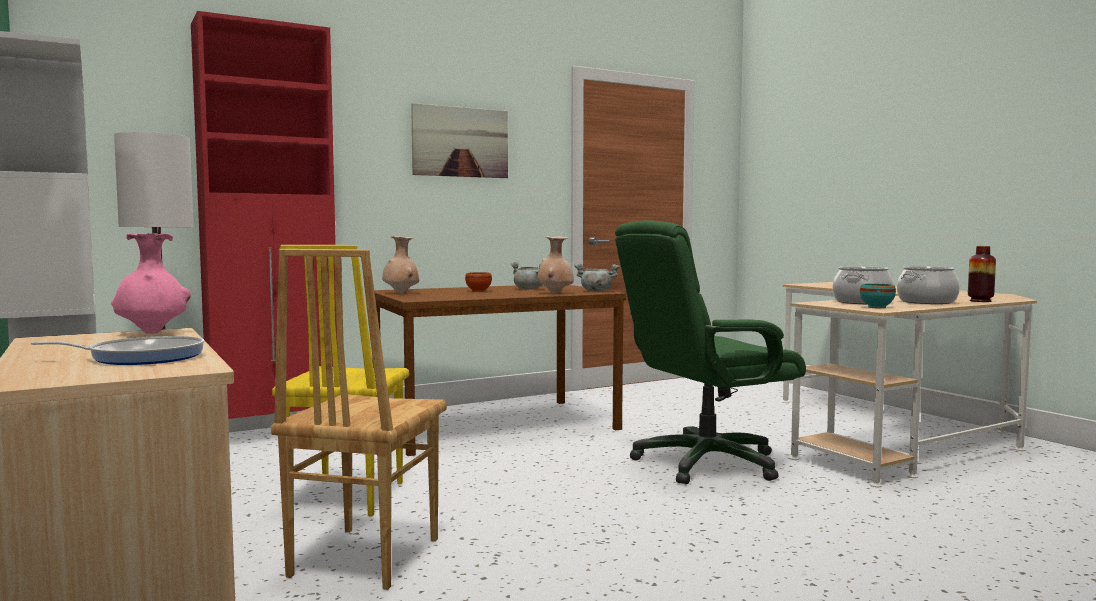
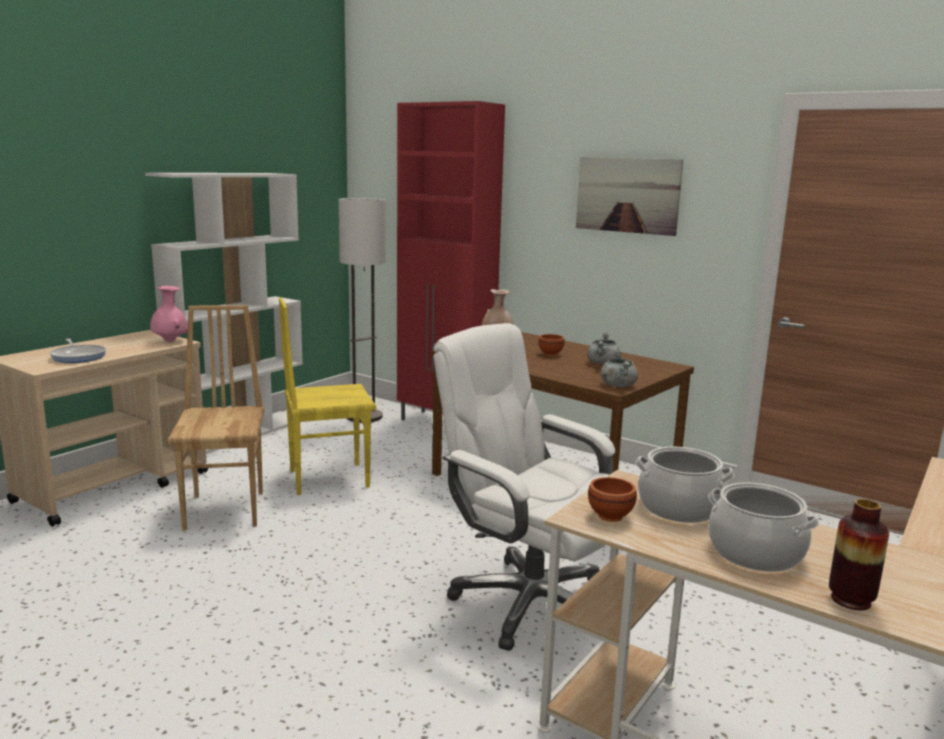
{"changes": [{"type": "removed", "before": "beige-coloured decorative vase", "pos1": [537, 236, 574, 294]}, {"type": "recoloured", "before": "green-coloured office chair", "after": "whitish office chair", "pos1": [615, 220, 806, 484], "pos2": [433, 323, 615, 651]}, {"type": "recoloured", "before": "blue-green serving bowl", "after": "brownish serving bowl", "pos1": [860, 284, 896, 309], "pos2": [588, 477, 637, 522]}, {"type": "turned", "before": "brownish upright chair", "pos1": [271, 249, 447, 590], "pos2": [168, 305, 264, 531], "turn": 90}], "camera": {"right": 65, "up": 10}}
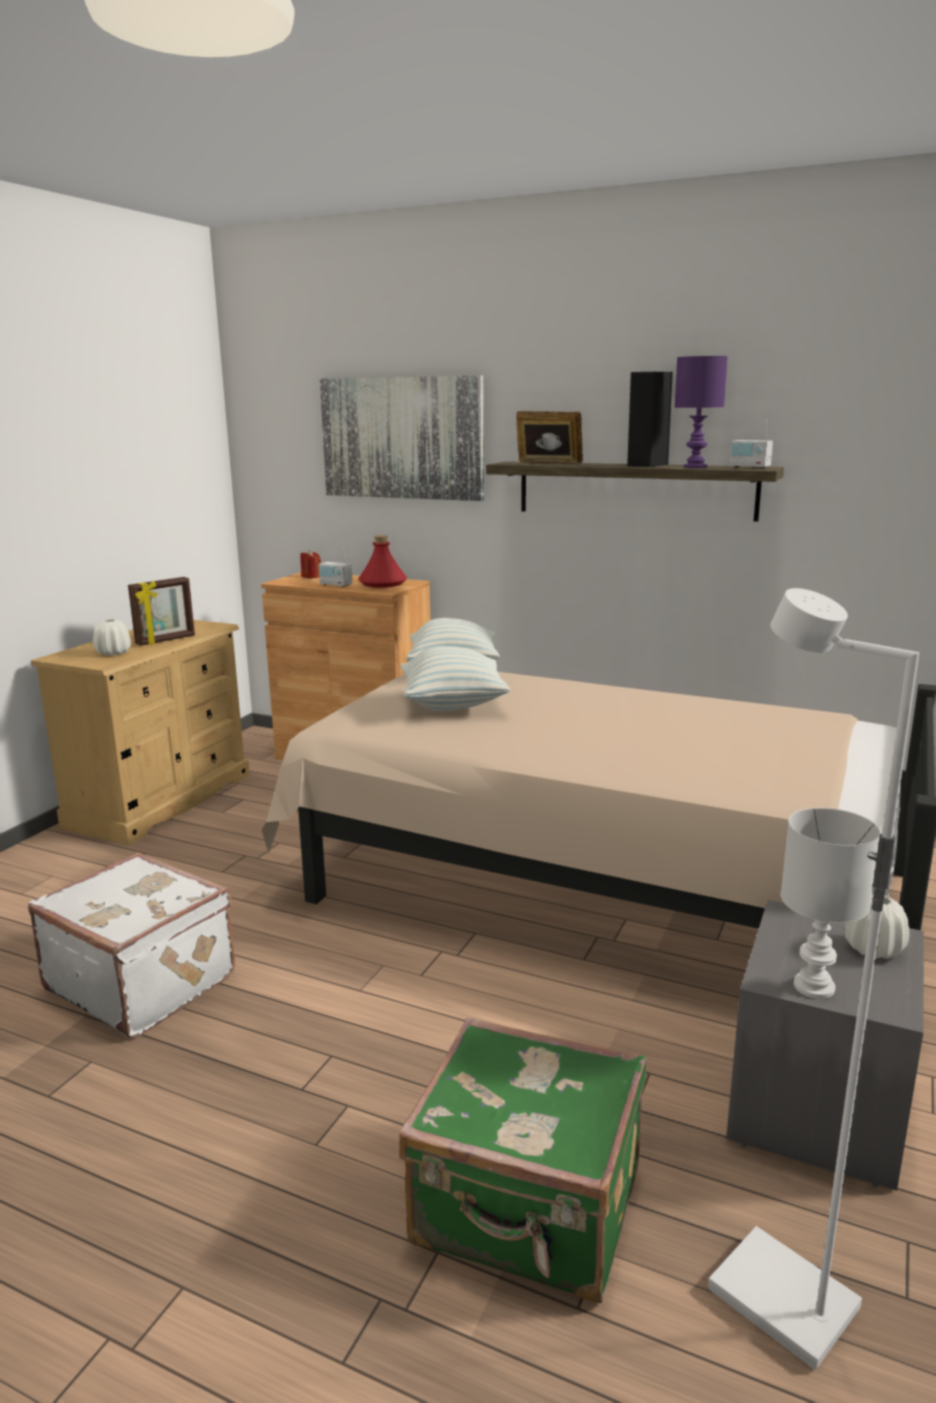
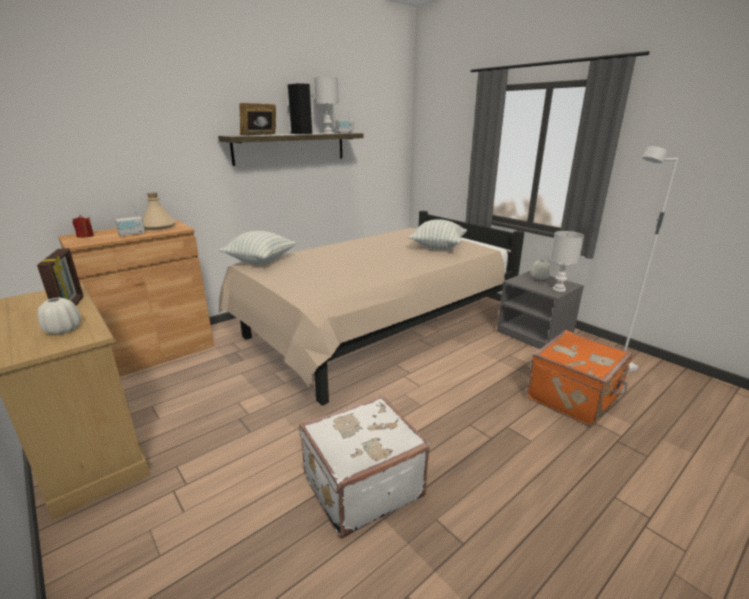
{"changes": [{"type": "removed", "before": "picture", "pos1": [320, 375, 484, 501]}, {"type": "moved", "before": "cushion", "pos1": [401, 646, 510, 711], "pos2": [409, 219, 467, 250]}, {"type": "recoloured", "before": "reddish drink bottle", "after": "beige-coloured drink bottle", "pos1": [358, 535, 407, 588], "pos2": [142, 192, 177, 230]}, {"type": "recoloured", "before": "green-coloured suitcase", "after": "orangey suitcase", "pos1": [399, 1017, 646, 1303], "pos2": [527, 330, 632, 426]}, {"type": "recoloured", "before": "purple tabletop lamp", "after": "whitish tabletop lamp", "pos1": [674, 356, 728, 468], "pos2": [314, 77, 339, 134]}], "camera": {"right": -65, "up": 5}}
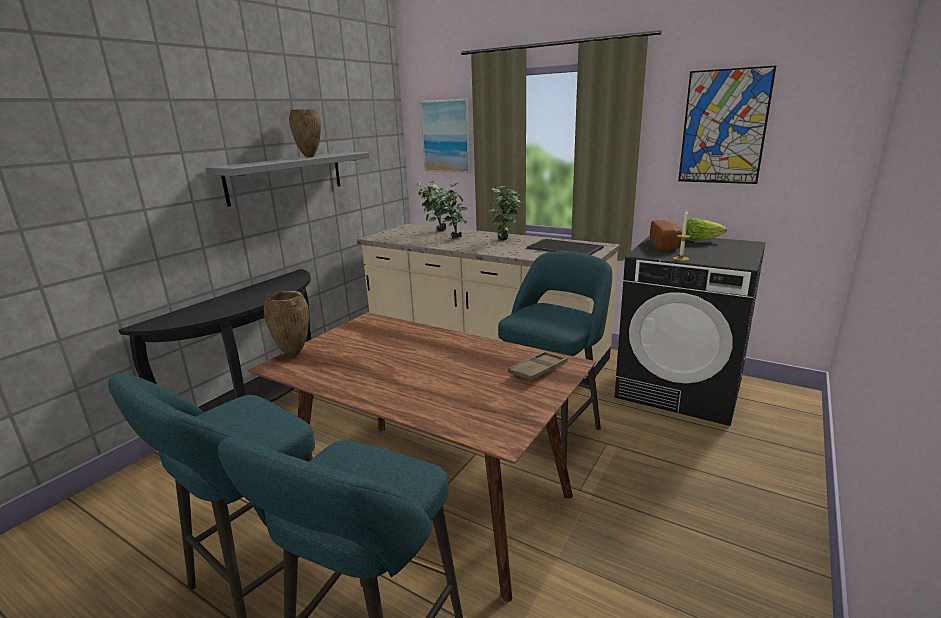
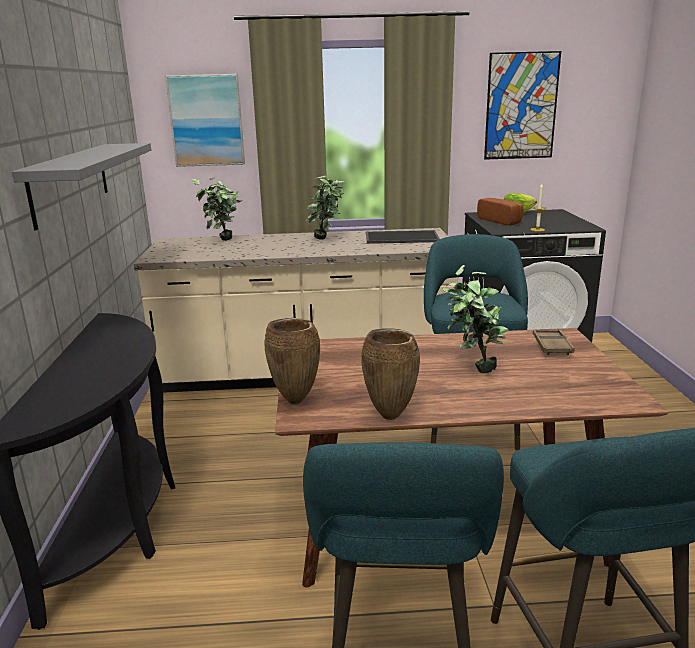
{"changes": [{"type": "moved", "before": "brownish decorative vase", "pos1": [289, 109, 321, 157], "pos2": [361, 329, 420, 420]}, {"type": "moved", "before": "plant in a pot", "pos1": [436, 183, 468, 239], "pos2": [442, 265, 508, 373]}], "camera": {"right": -35, "up": 0}}
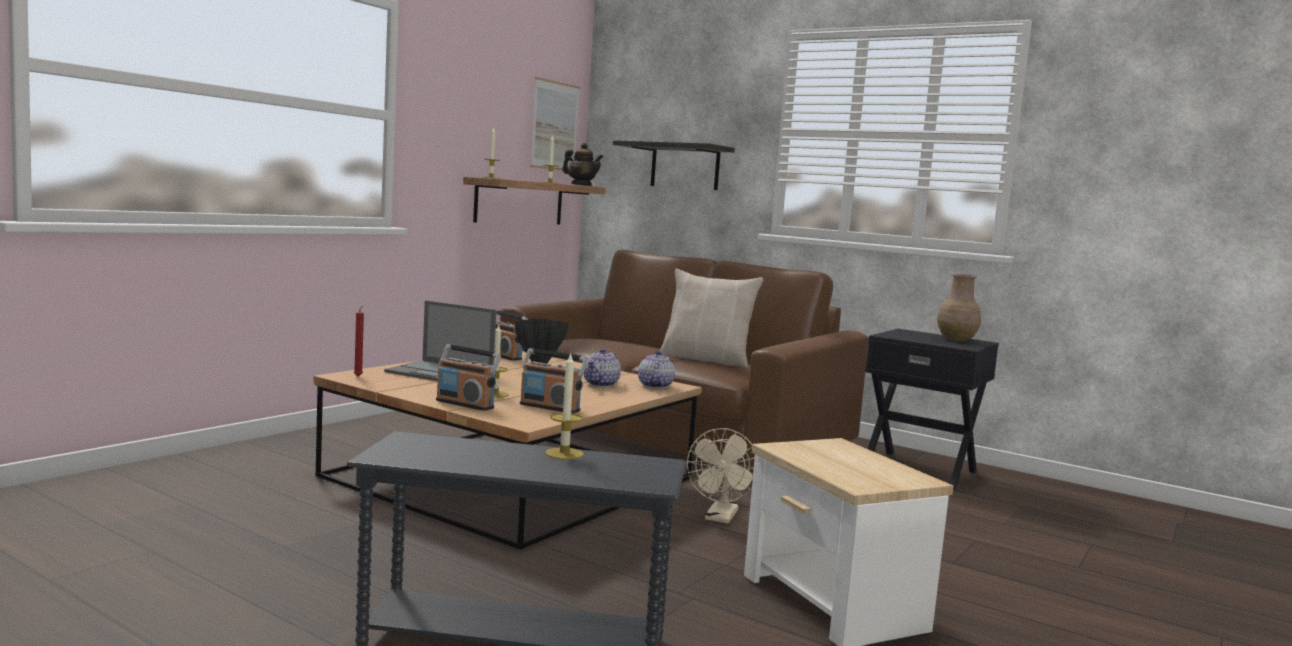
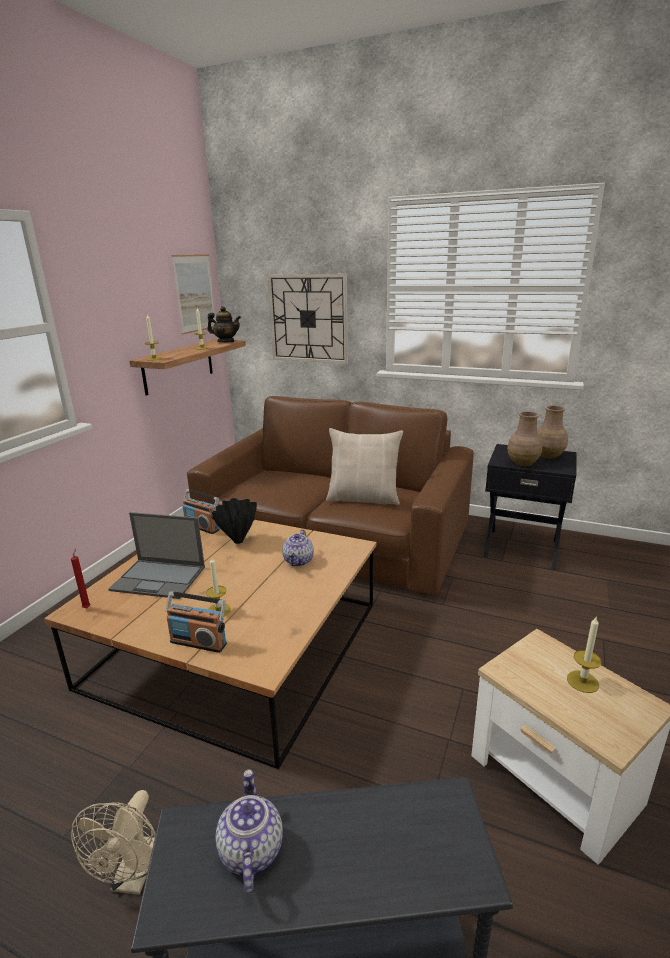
{"changes": [{"type": "removed", "before": "radio set", "pos1": [520, 348, 587, 414]}, {"type": "added", "after": "brownish decorative vase", "pos2": [507, 411, 542, 466]}, {"type": "moved", "before": "wax light", "pos1": [546, 352, 584, 460], "pos2": [567, 617, 602, 693]}, {"type": "moved", "before": "pot for tea", "pos1": [638, 350, 675, 389], "pos2": [215, 769, 283, 894]}, {"type": "moved", "before": "beige-coloured cooling fan", "pos1": [687, 428, 755, 523], "pos2": [71, 790, 156, 895]}, {"type": "replaced", "before": "shelf", "after": "hanging clock", "pos1": [613, 140, 735, 190], "pos2": [267, 274, 348, 364]}], "camera": {"right": -10, "up": 15}}
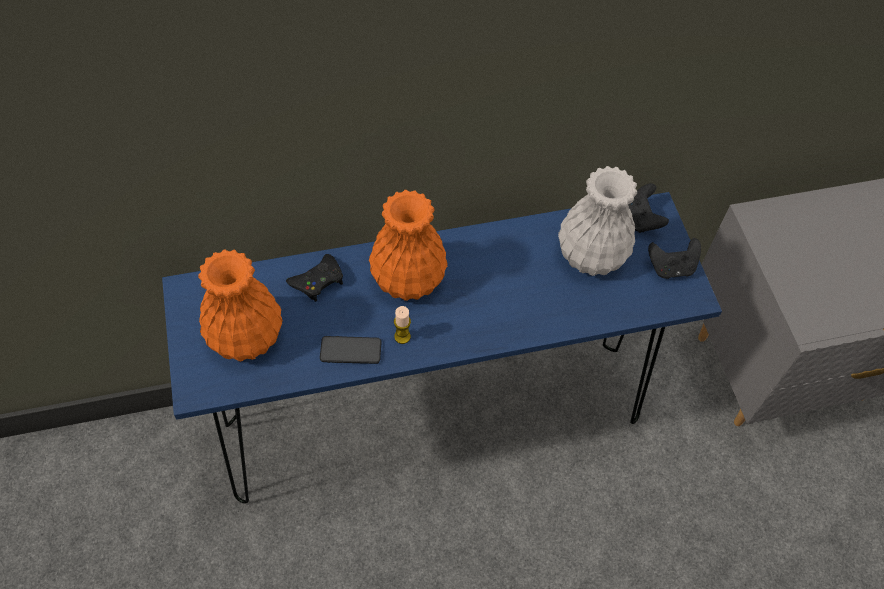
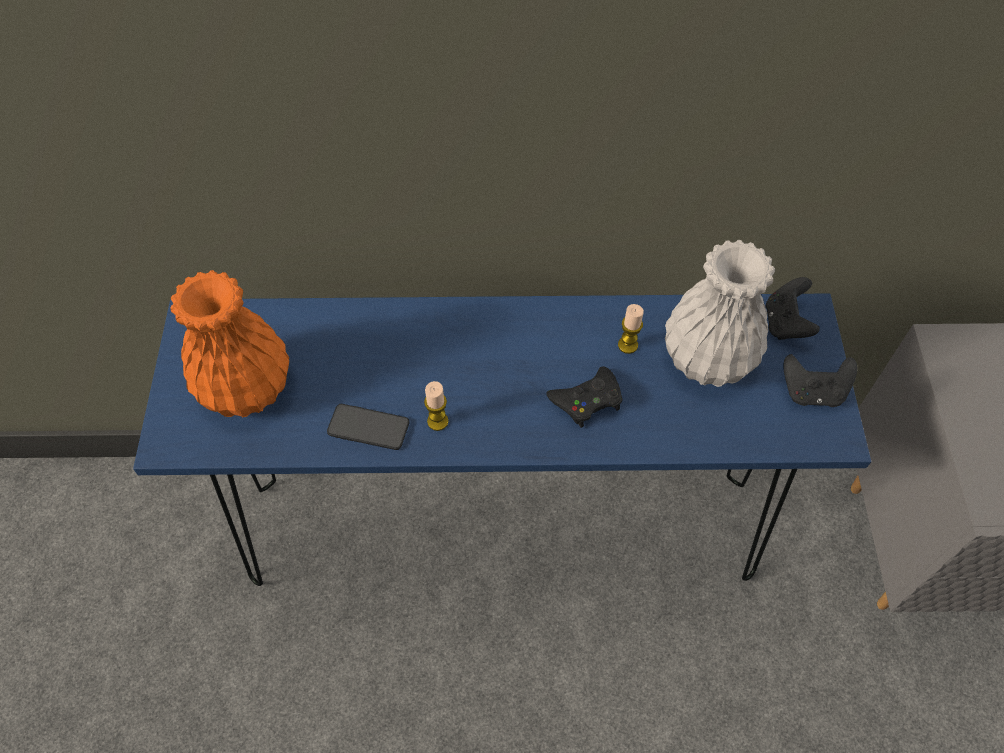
{"changes": [{"type": "removed", "before": "orangey decorative vase", "pos1": [369, 190, 448, 301]}, {"type": "added", "after": "wax light", "pos2": [618, 304, 644, 354]}, {"type": "moved", "before": "black gamepad", "pos1": [286, 254, 343, 302], "pos2": [546, 366, 623, 428]}], "camera": {"right": 15, "up": 0}}
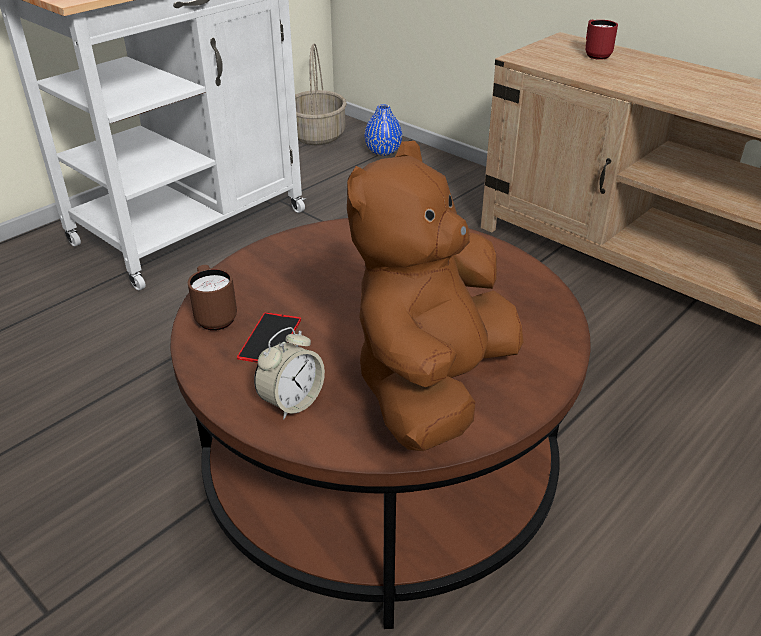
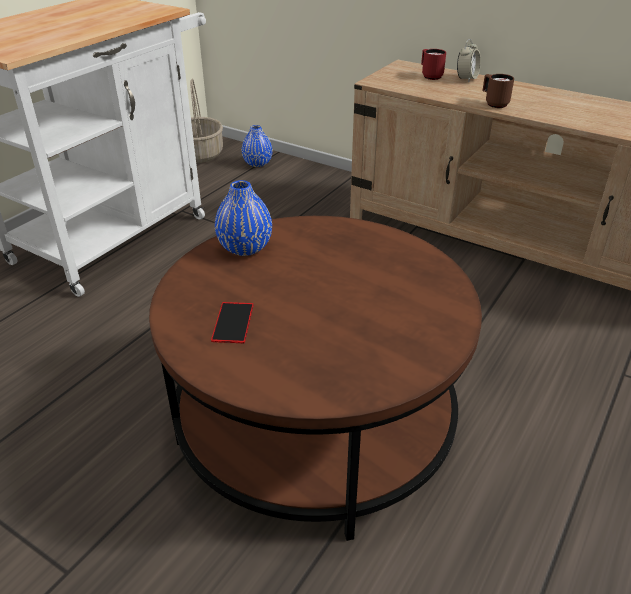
{"changes": [{"type": "removed", "before": "brownish plush toy", "pos1": [347, 141, 523, 451]}, {"type": "added", "after": "bluish decorative vase", "pos2": [215, 180, 272, 256]}, {"type": "moved", "before": "brownish mug", "pos1": [188, 265, 237, 331], "pos2": [482, 74, 514, 108]}, {"type": "moved", "before": "table clock", "pos1": [254, 327, 325, 419], "pos2": [457, 39, 481, 83]}], "camera": {"right": -10, "up": 0}}
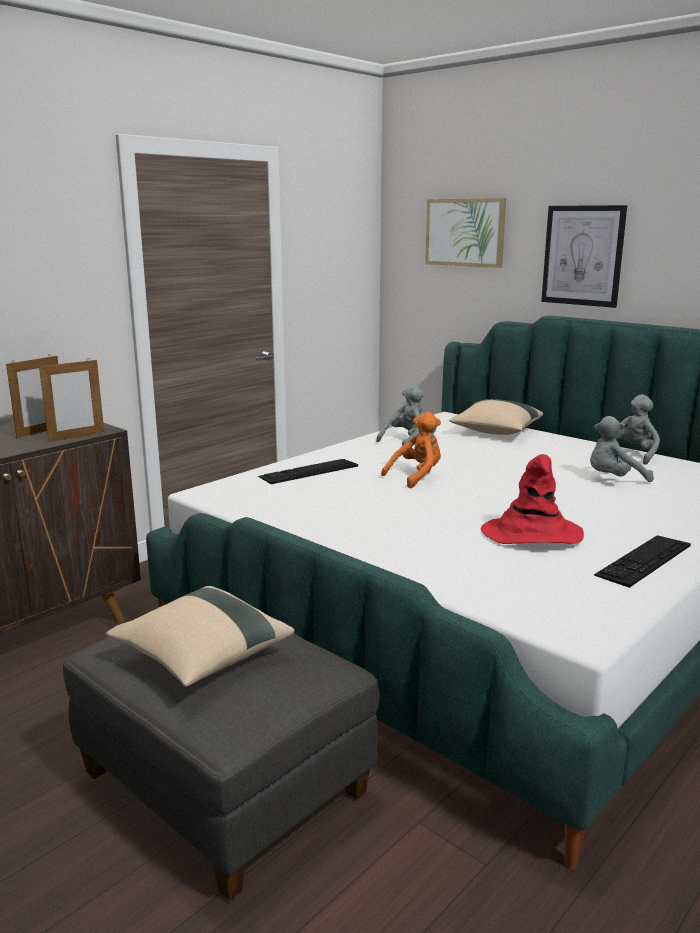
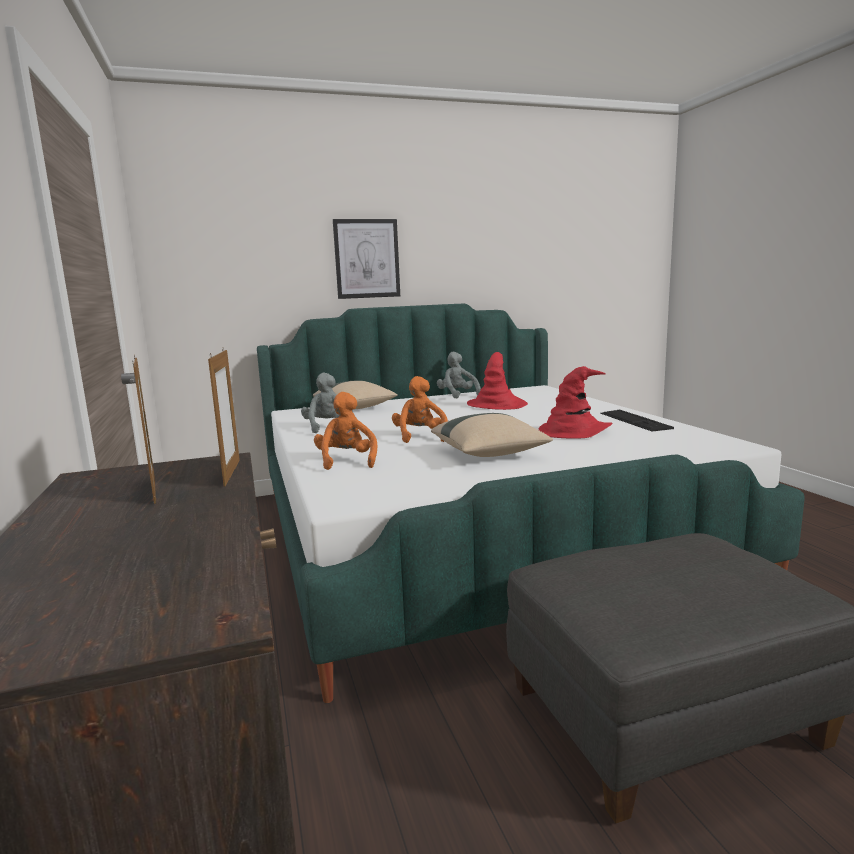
{"changes": [{"type": "removed", "before": "picture", "pos1": [425, 198, 506, 268]}, {"type": "moved", "before": "beige-coloured cushion", "pos1": [106, 586, 295, 687], "pos2": [431, 413, 553, 457]}, {"type": "replaced", "before": "computer keyboard", "after": "orangey plush toy", "pos1": [258, 459, 358, 484], "pos2": [314, 392, 378, 470]}, {"type": "replaced", "before": "greyish plush toy", "after": "reddish wearable hat", "pos1": [590, 416, 654, 482], "pos2": [467, 352, 528, 410]}], "camera": {"right": -60, "up": -5}}
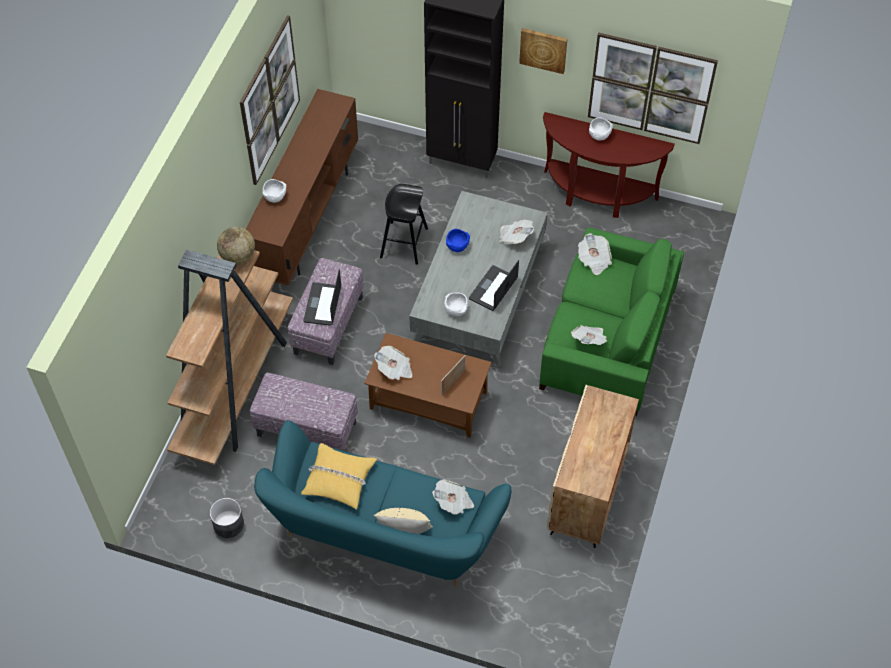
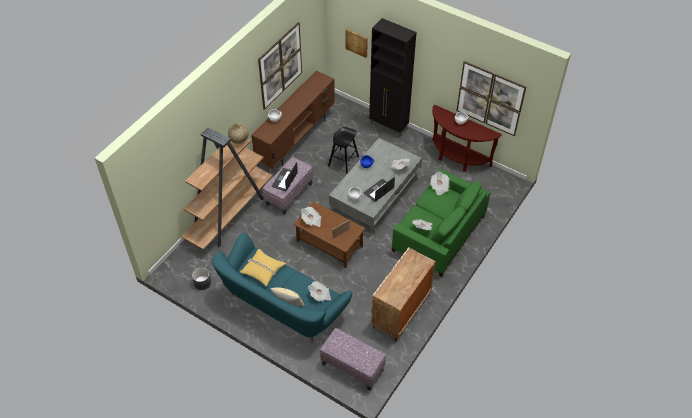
{"changes": [{"type": "moved", "before": "ottoman", "pos1": [250, 373, 358, 451], "pos2": [320, 328, 386, 391]}, {"type": "moved", "before": "picture", "pos1": [519, 28, 567, 74], "pos2": [345, 29, 368, 58]}], "camera": {"right": 15, "up": -5}}
